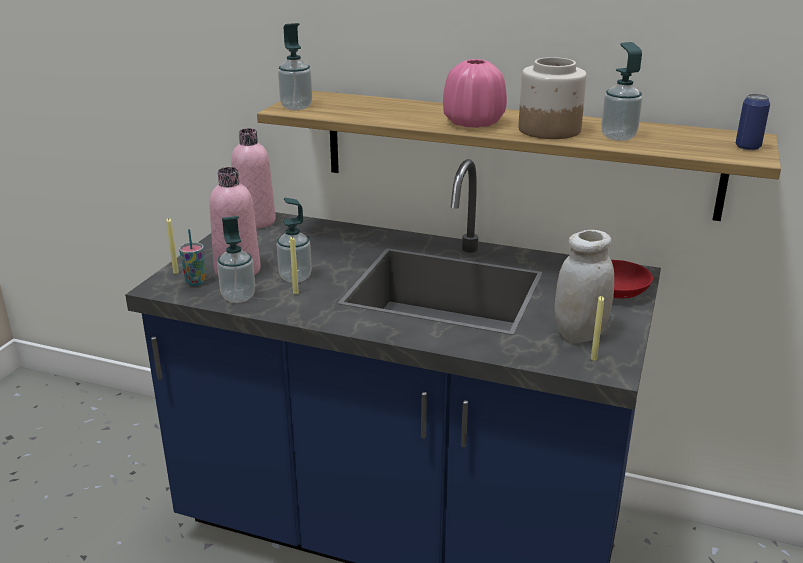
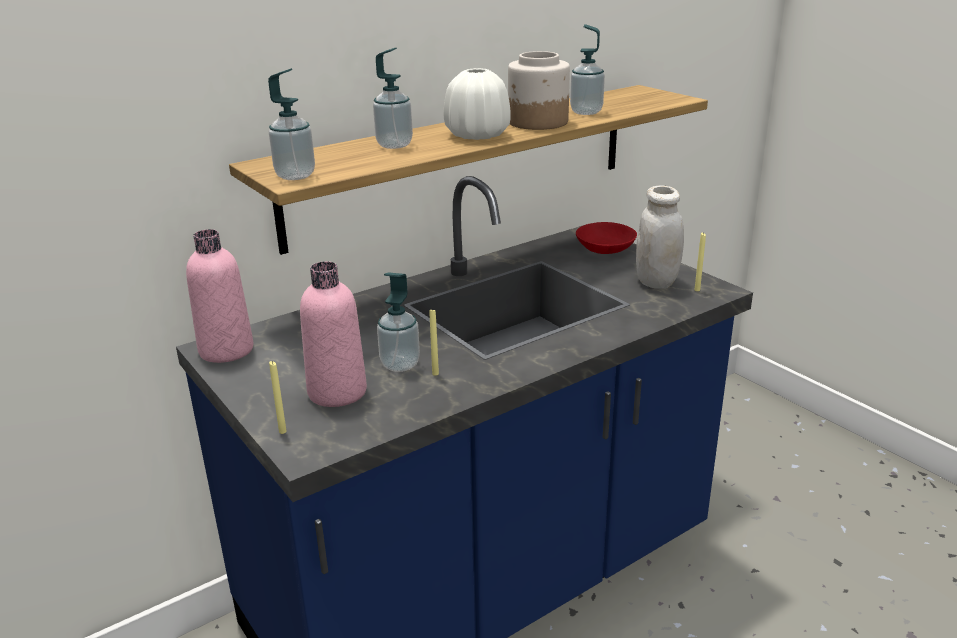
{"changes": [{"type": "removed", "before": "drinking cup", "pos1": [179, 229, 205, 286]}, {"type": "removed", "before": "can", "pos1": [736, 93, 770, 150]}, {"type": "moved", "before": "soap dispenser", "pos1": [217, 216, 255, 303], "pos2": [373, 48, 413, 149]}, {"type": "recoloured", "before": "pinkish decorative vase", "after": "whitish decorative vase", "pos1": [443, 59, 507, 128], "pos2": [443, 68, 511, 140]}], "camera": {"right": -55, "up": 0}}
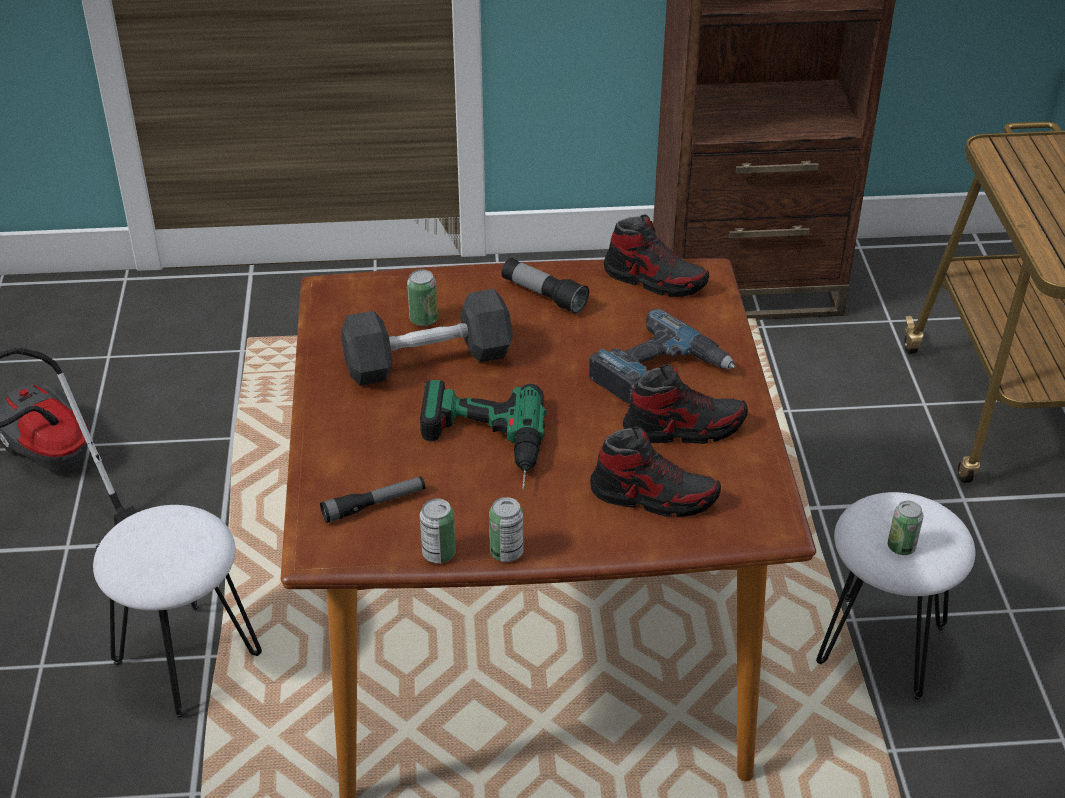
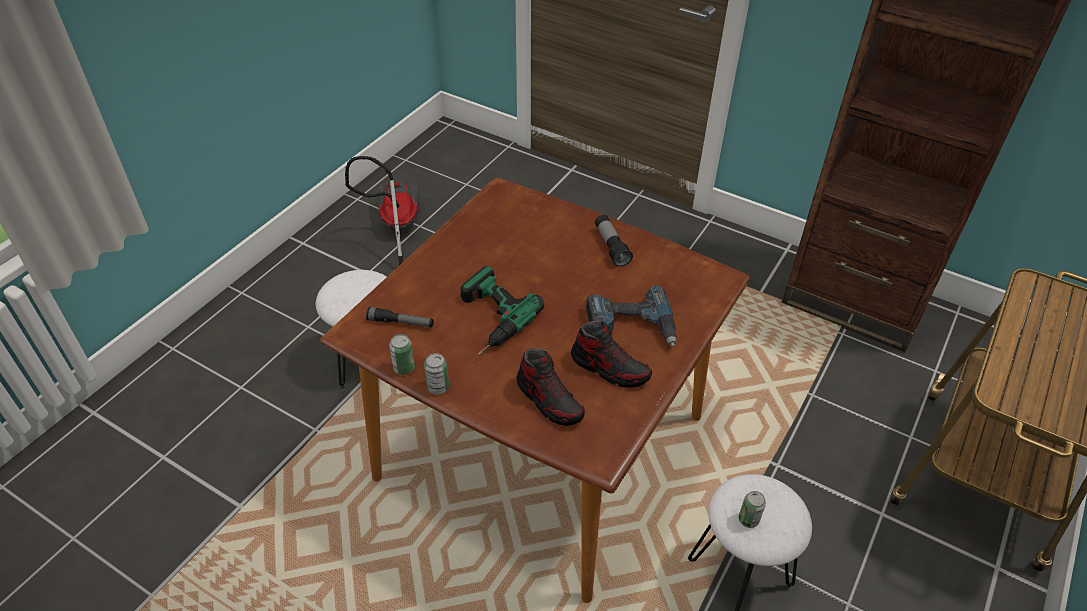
{"changes": [{"type": "removed", "before": "black hand weight", "pos1": [341, 289, 513, 386]}, {"type": "removed", "before": "can", "pos1": [407, 269, 438, 326]}, {"type": "removed", "before": "low shoe", "pos1": [604, 214, 709, 297]}], "camera": {"right": 35, "up": 5}}
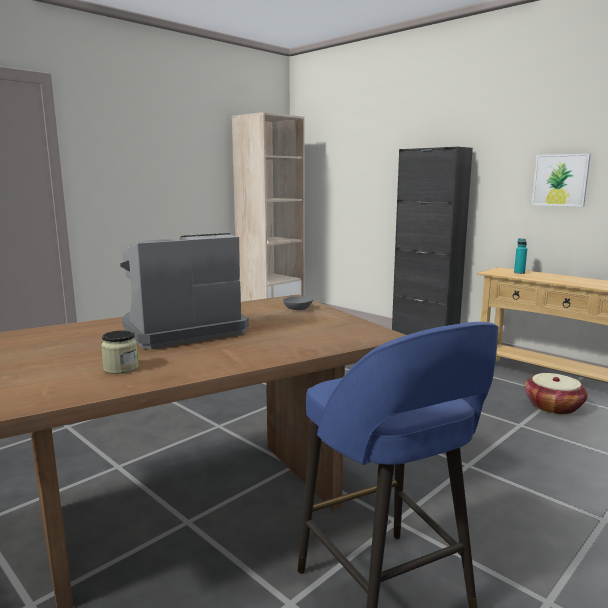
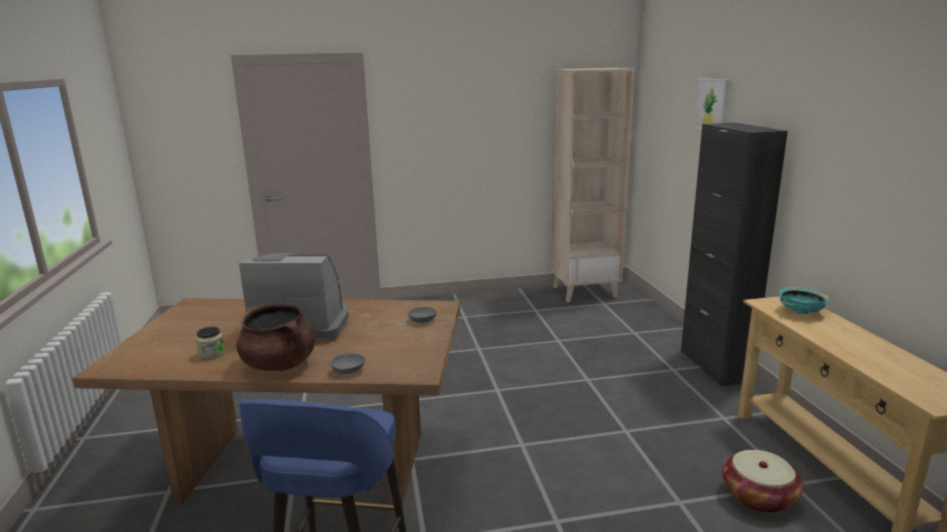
{"changes": [{"type": "added", "after": "brownish saucepot", "pos2": [236, 304, 316, 371]}, {"type": "added", "after": "greyish serving bowl", "pos2": [330, 353, 365, 374]}, {"type": "moved", "before": "picture", "pos1": [532, 154, 591, 207], "pos2": [694, 78, 729, 129]}, {"type": "replaced", "before": "blue-green drink bottle", "after": "blue-green serving bowl", "pos1": [514, 238, 527, 274], "pos2": [779, 287, 829, 314]}], "camera": {"right": 35, "up": 5}}
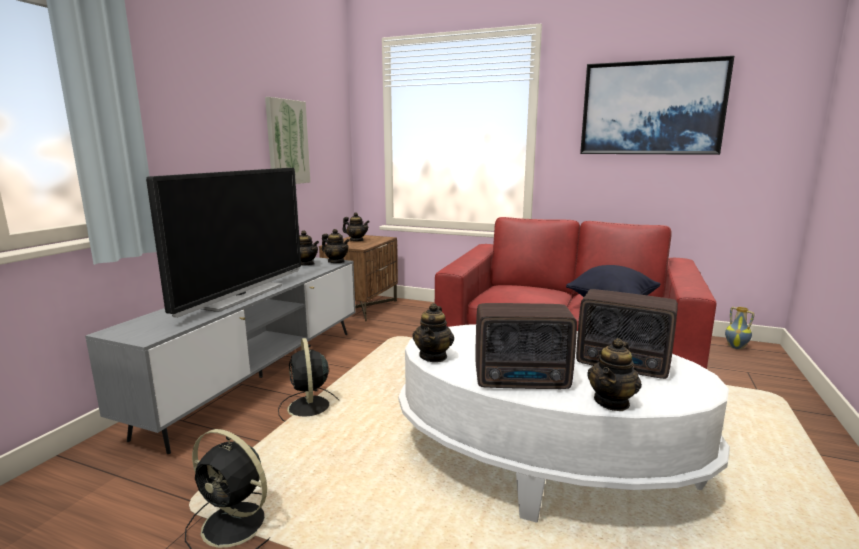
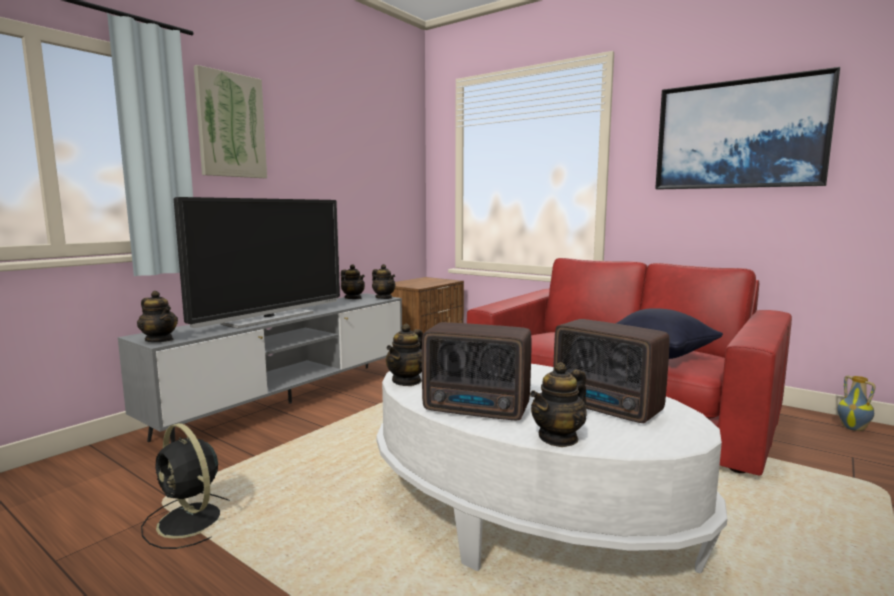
{"changes": [{"type": "removed", "before": "black cooling fan", "pos1": [278, 338, 340, 422]}, {"type": "moved", "before": "picture", "pos1": [265, 97, 310, 184], "pos2": [194, 65, 267, 178]}, {"type": "moved", "before": "pot for tea", "pos1": [342, 212, 370, 241], "pos2": [137, 291, 178, 342]}], "camera": {"right": 15, "up": -5}}
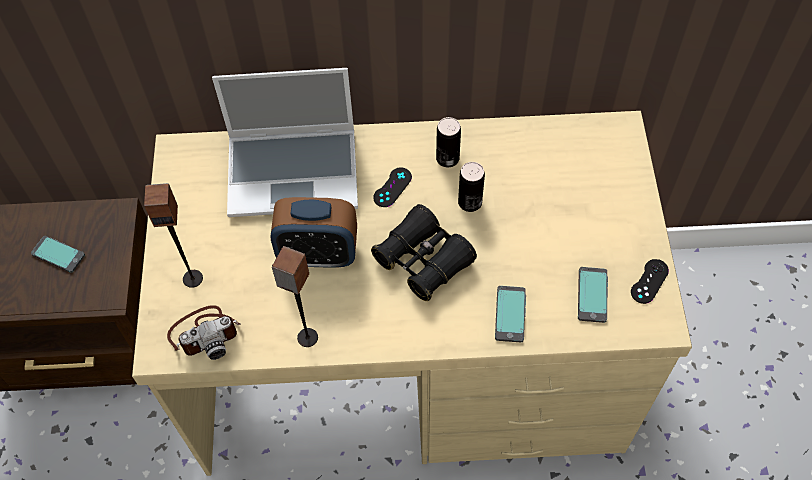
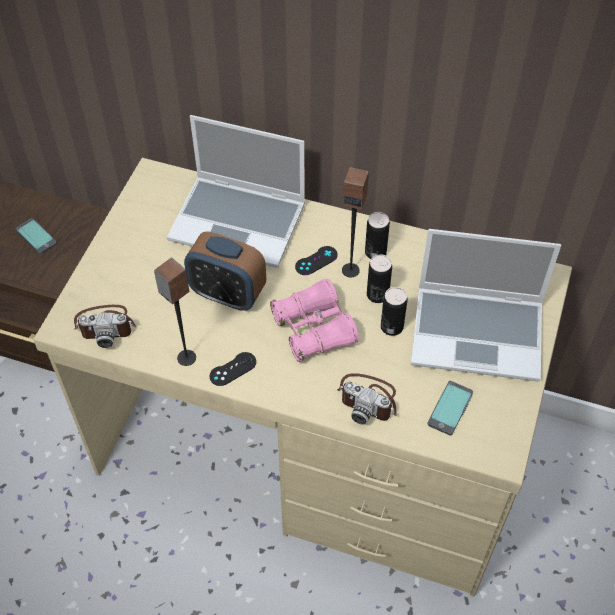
{"changes": [{"type": "added", "after": "can", "pos2": [381, 287, 408, 336]}, {"type": "added", "after": "portable computer", "pos2": [411, 229, 561, 382]}, {"type": "moved", "before": "speaker", "pos1": [144, 183, 203, 288], "pos2": [342, 167, 369, 277]}, {"type": "moved", "before": "black gamepad", "pos1": [631, 259, 669, 304], "pos2": [210, 352, 256, 386]}, {"type": "replaced", "before": "telephone", "after": "still camera", "pos1": [495, 286, 526, 342], "pos2": [337, 373, 397, 425]}, {"type": "recoloured", "before": "black field glasses", "after": "pinkish field glasses", "pos1": [371, 204, 477, 301], "pos2": [270, 279, 359, 362]}], "camera": {"right": 20, "up": -5}}
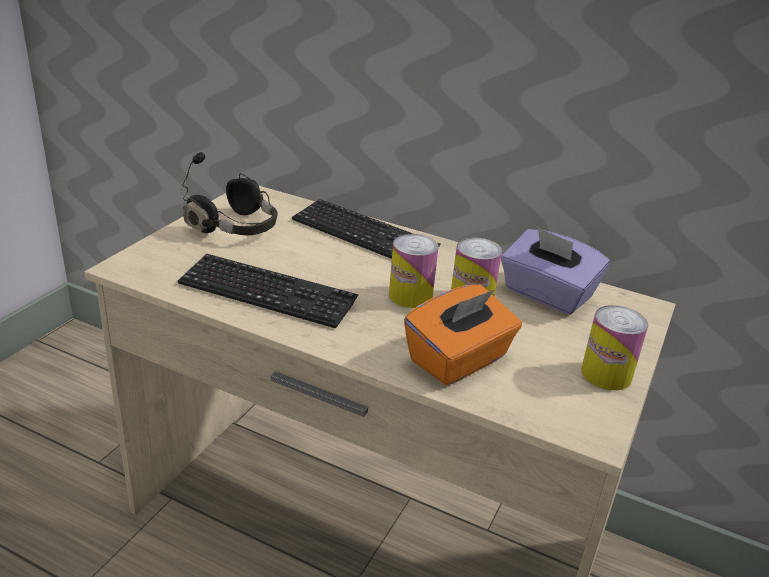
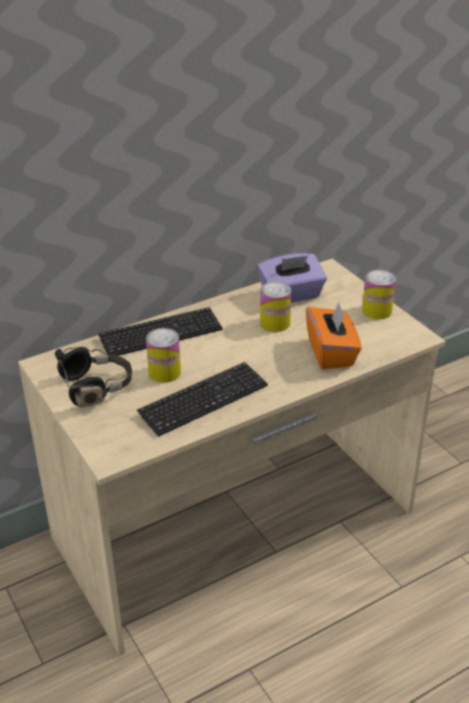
{"changes": [{"type": "moved", "before": "can", "pos1": [389, 234, 439, 308], "pos2": [146, 328, 181, 383]}], "camera": {"right": -55, "up": 5}}
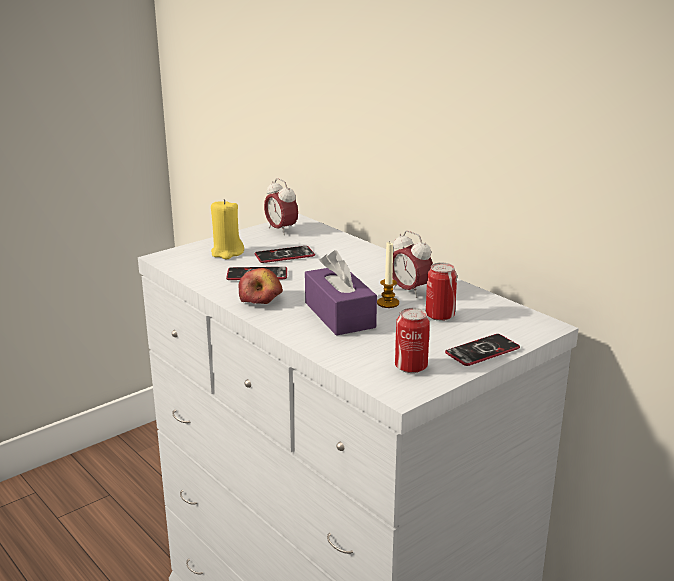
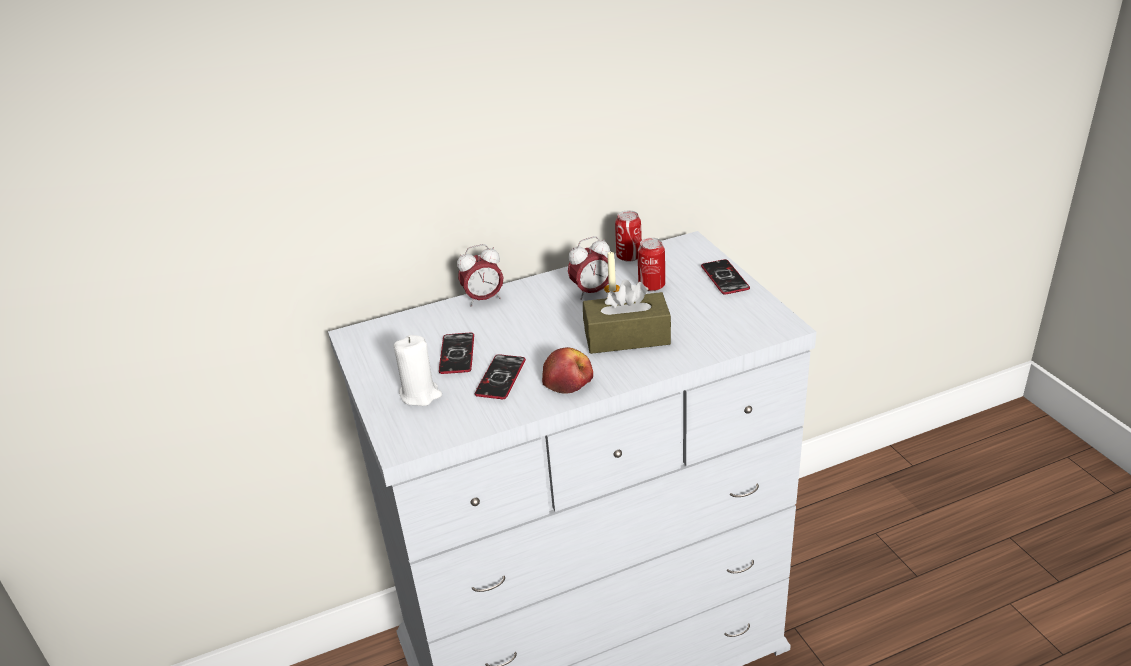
{"changes": [{"type": "moved", "before": "table clock", "pos1": [264, 178, 298, 235], "pos2": [457, 244, 503, 307]}, {"type": "moved", "before": "can", "pos1": [395, 308, 430, 373], "pos2": [615, 210, 642, 262]}, {"type": "recoloured", "before": "yellow wax light", "after": "whitish wax light", "pos1": [211, 199, 244, 259], "pos2": [394, 335, 442, 406]}, {"type": "recoloured", "before": "purple tissue box", "after": "brownish tissue box", "pos1": [305, 250, 377, 336], "pos2": [583, 279, 671, 354]}], "camera": {"right": -70, "up": 10}}
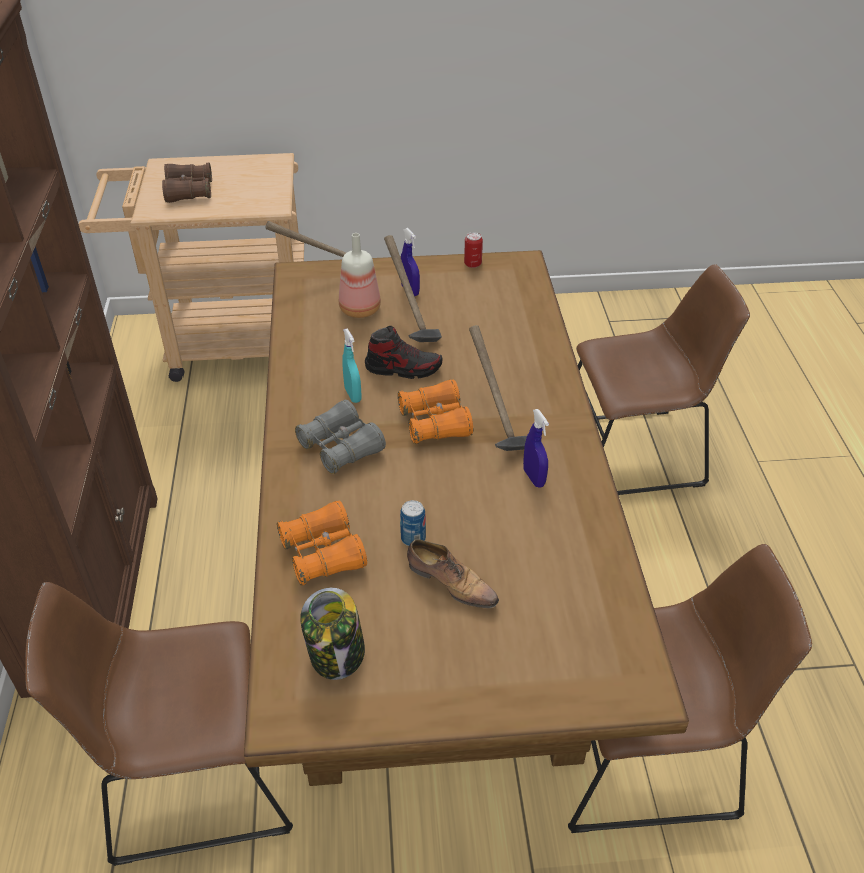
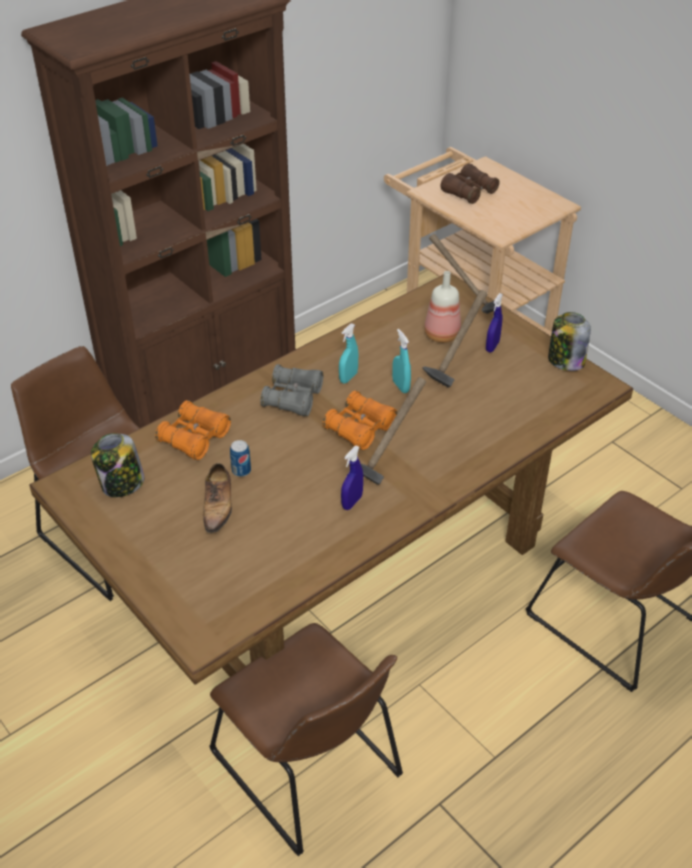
{"changes": [{"type": "replaced", "before": "low shoe", "after": "blue-green sprayer", "pos1": [365, 326, 443, 379], "pos2": [392, 329, 411, 393]}, {"type": "replaced", "before": "can", "after": "preserve jar", "pos1": [464, 232, 483, 268], "pos2": [548, 312, 591, 371]}], "camera": {"right": 55, "up": 0}}
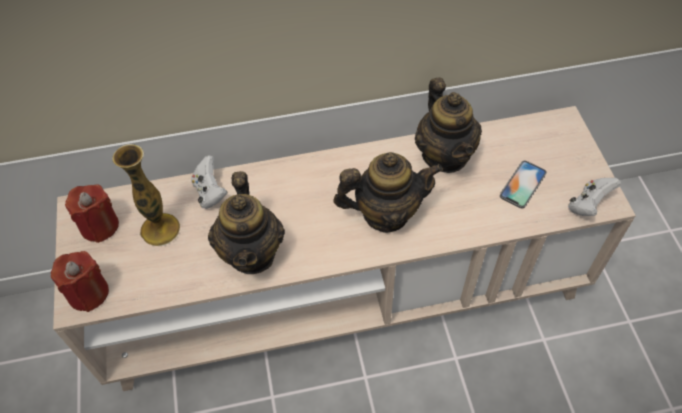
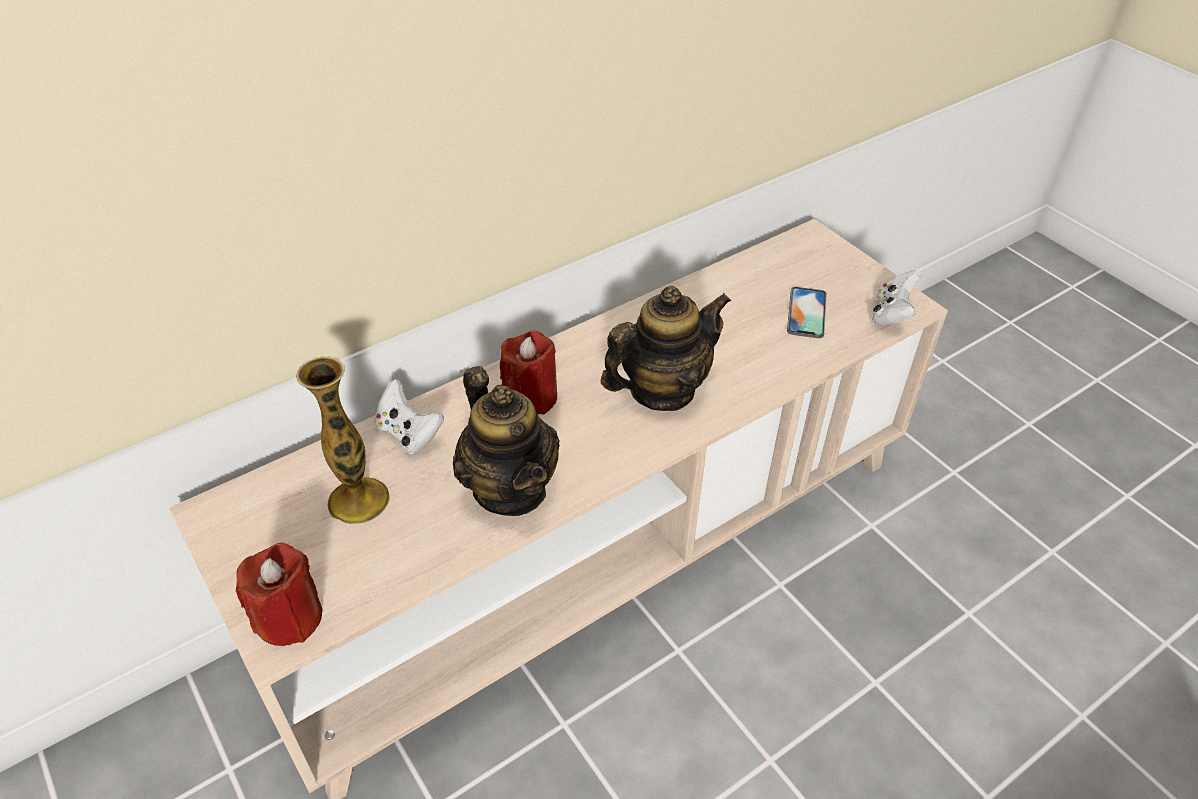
{"changes": [{"type": "removed", "before": "pot for tea", "pos1": [415, 78, 482, 173]}, {"type": "moved", "before": "reddish wax light", "pos1": [65, 185, 119, 243], "pos2": [500, 330, 557, 415]}], "camera": {"right": -25, "up": -10}}
